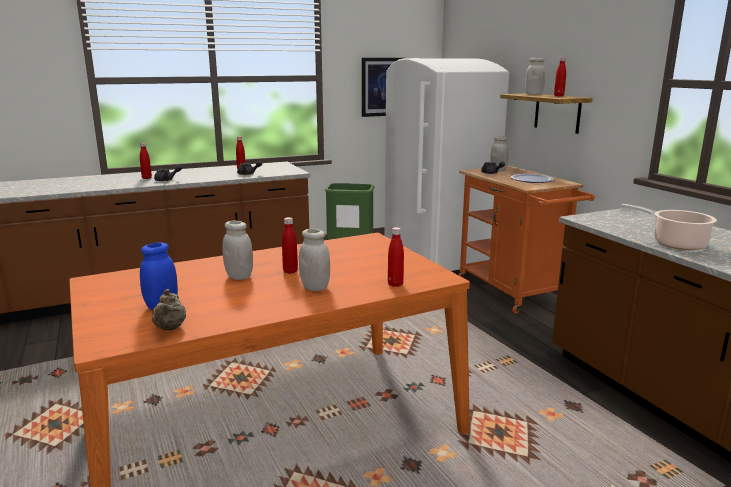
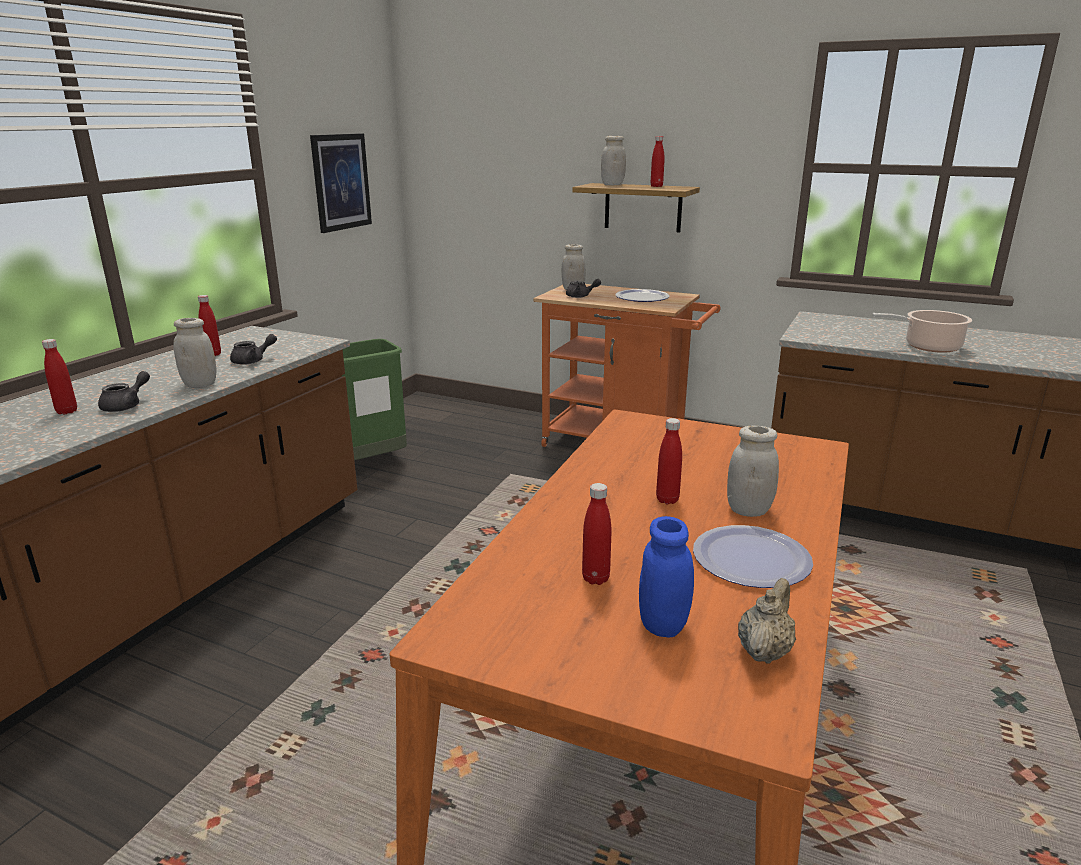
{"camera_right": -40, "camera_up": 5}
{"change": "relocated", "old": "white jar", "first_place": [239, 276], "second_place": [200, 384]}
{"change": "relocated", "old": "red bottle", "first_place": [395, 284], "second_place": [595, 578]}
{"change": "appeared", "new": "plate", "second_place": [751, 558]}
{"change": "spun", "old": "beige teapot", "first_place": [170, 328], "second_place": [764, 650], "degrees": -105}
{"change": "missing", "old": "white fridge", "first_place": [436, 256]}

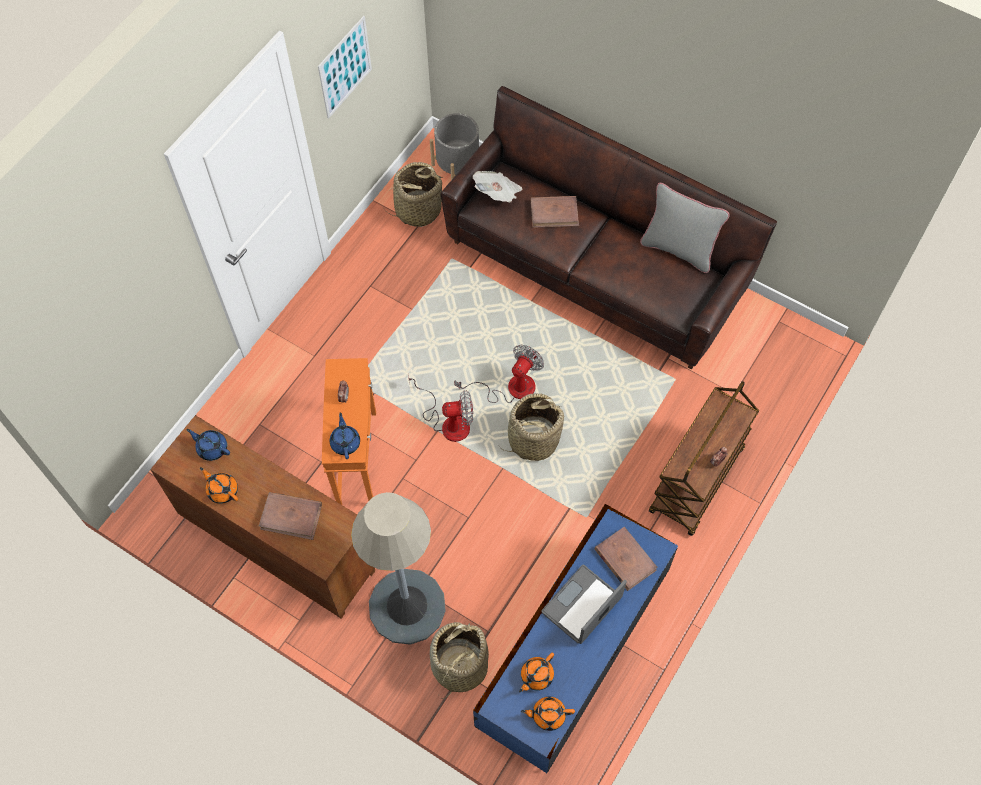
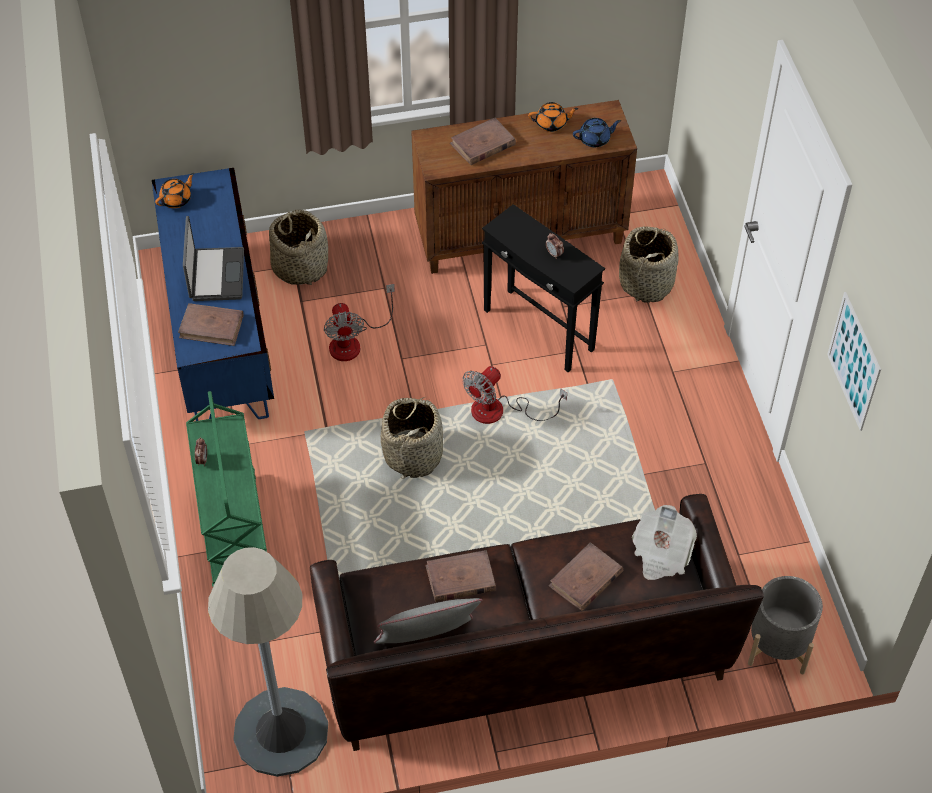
{"camera_right": 135, "camera_up": -10}
{"change": "colour", "old": "brown cart", "new": "green cart", "first_place": [697, 481], "second_place": [234, 533]}
{"change": "relocated", "old": "grey floor lamp", "first_place": [407, 606], "second_place": [281, 732]}
{"change": "relocated", "old": "fan", "first_place": [510, 388], "second_place": [353, 341]}
{"change": "appeared", "new": "brown book", "second_place": [460, 579]}
{"change": "colour", "old": "orange side table", "new": "black side table", "first_place": [358, 458], "second_place": [538, 330]}
{"change": "relocated", "old": "basket", "first_place": [418, 209], "second_place": [646, 283]}
{"change": "missing", "old": "blue teapot", "first_place": [345, 442]}
{"change": "missing", "old": "orange teapot", "first_place": [536, 676]}

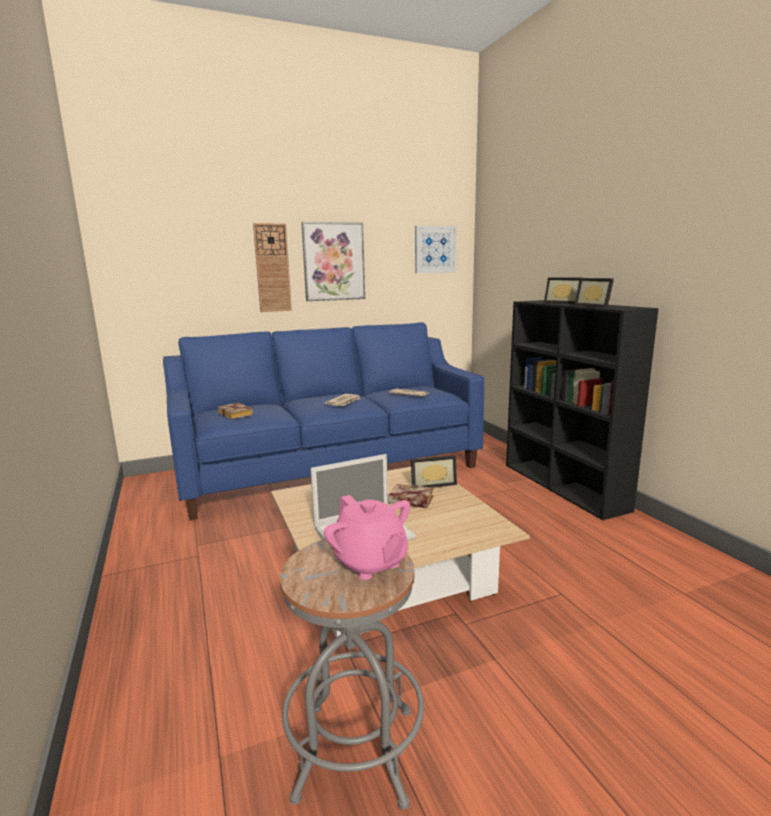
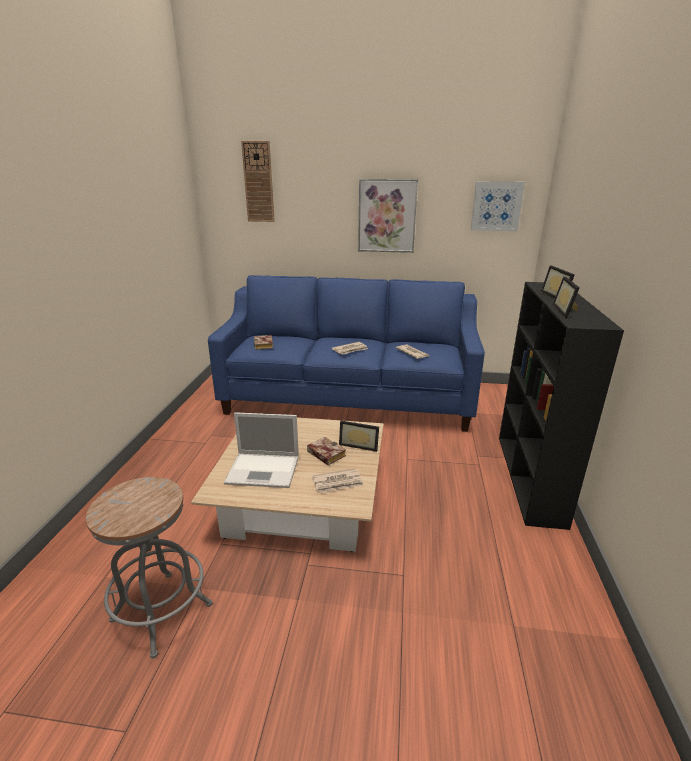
{"camera_right": 30, "camera_up": 10}
{"change": "relocated", "old": "wall clock", "first_place": [272, 268], "second_place": [258, 182]}
{"change": "appeared", "new": "newspaper", "second_place": [338, 483]}
{"change": "missing", "old": "pink teapot", "first_place": [370, 563]}

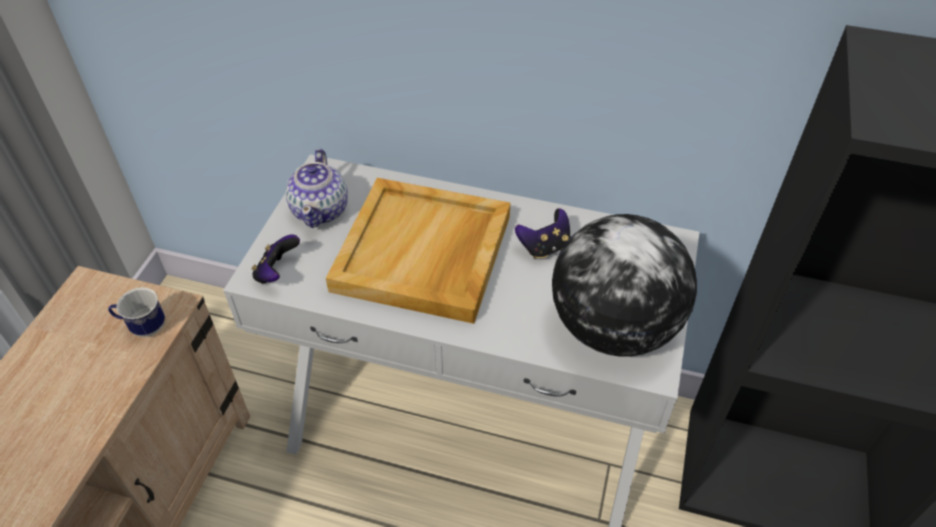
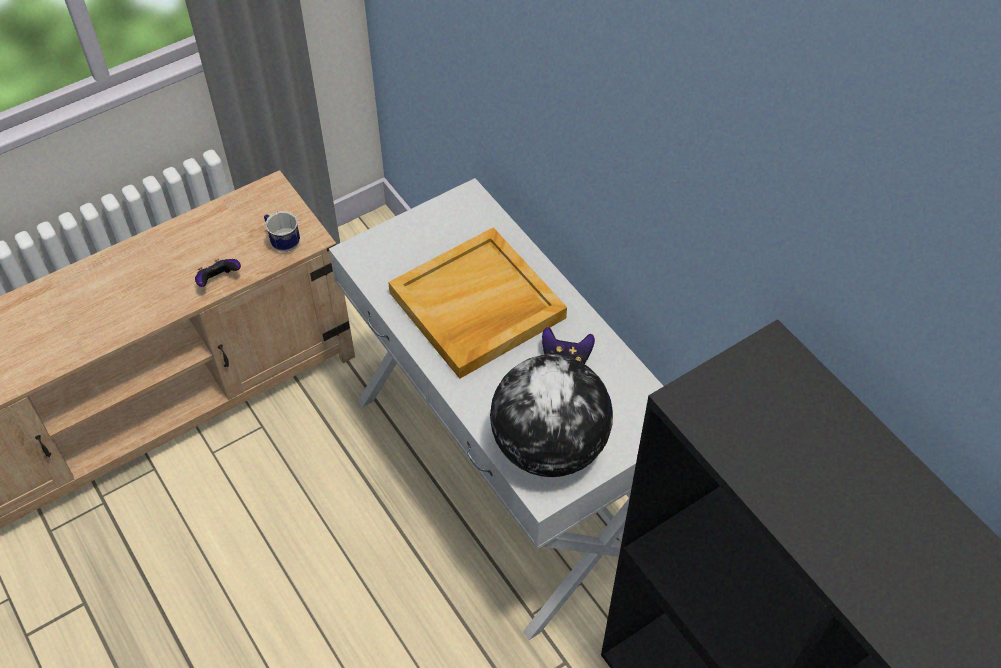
{"camera_right": 40, "camera_up": 5}
{"change": "relocated", "old": "game controller", "first_place": [277, 272], "second_place": [218, 281]}
{"change": "missing", "old": "teapot", "first_place": [321, 209]}

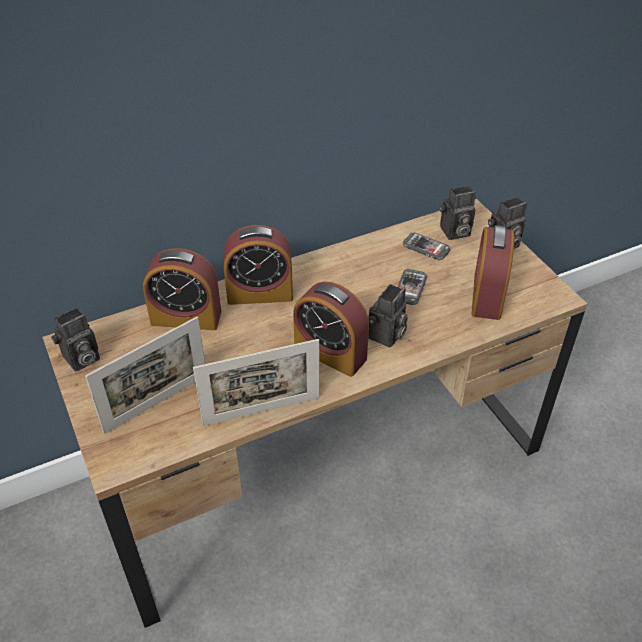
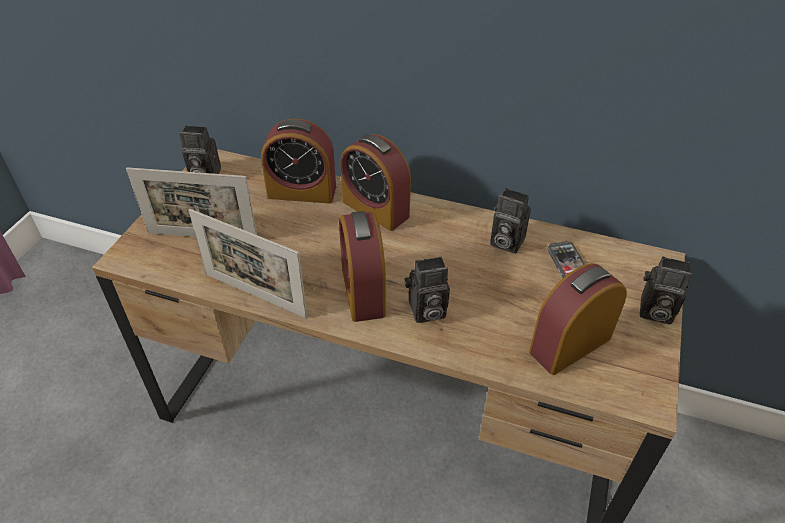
{"camera_right": 45, "camera_up": 0}
{"change": "spun", "old": "alarm clock", "first_place": [186, 317], "second_place": [302, 192], "degrees": -45}
{"change": "relocated", "old": "photo camera", "first_place": [454, 232], "second_place": [504, 242]}
{"change": "missing", "old": "phone", "first_place": [410, 288]}

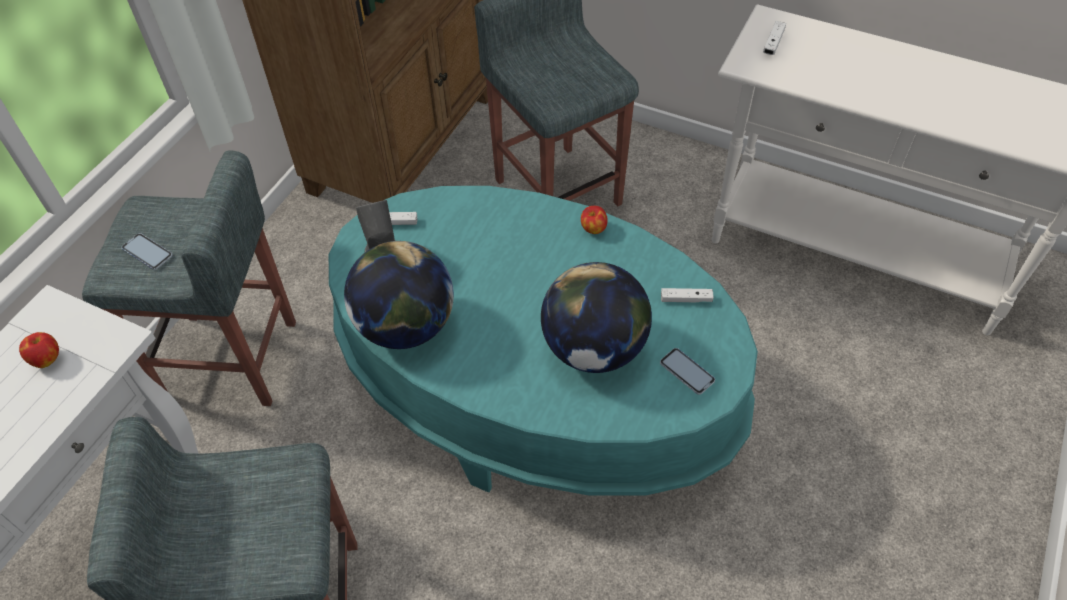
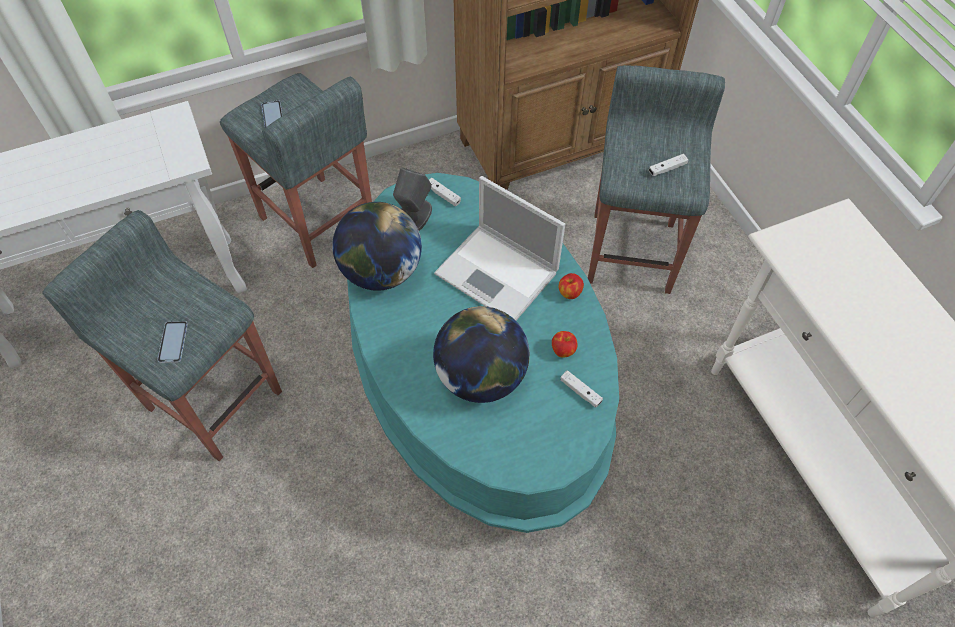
{"camera_right": 40, "camera_up": 5}
{"change": "relocated", "old": "phone", "first_place": [687, 372], "second_place": [173, 342]}
{"change": "appeared", "new": "laptop", "second_place": [498, 274]}
{"change": "relocated", "old": "apple", "first_place": [47, 359], "second_place": [563, 350]}
{"change": "relocated", "old": "white game controller", "first_place": [773, 43], "second_place": [667, 169]}

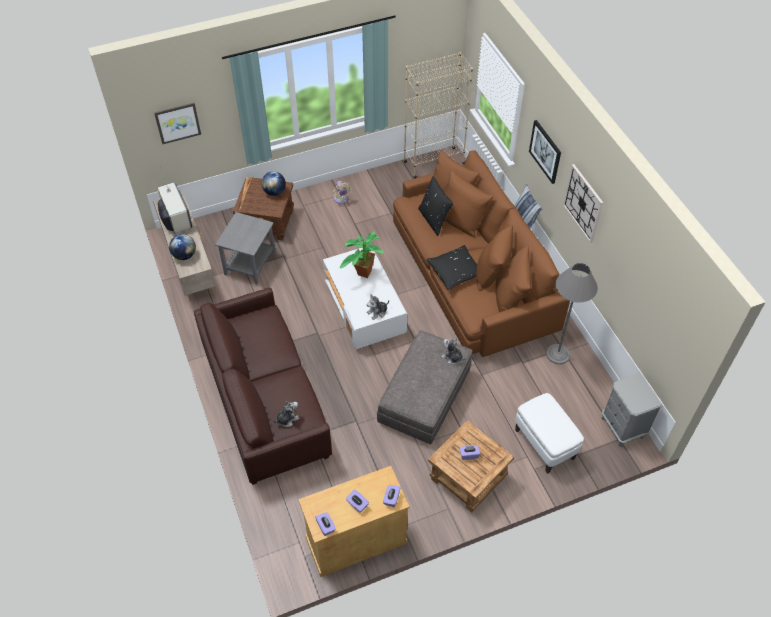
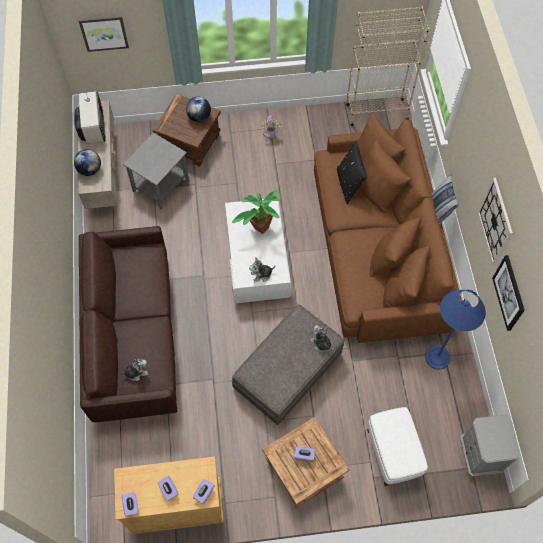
{"camera_right": 15, "camera_up": 10}
{"change": "colour", "old": "grey floor lamp", "new": "blue floor lamp", "first_place": [558, 354], "second_place": [437, 357]}
{"change": "relocated", "old": "picture", "first_place": [545, 151], "second_place": [509, 293]}
{"change": "missing", "old": "black pillow", "first_place": [455, 272]}

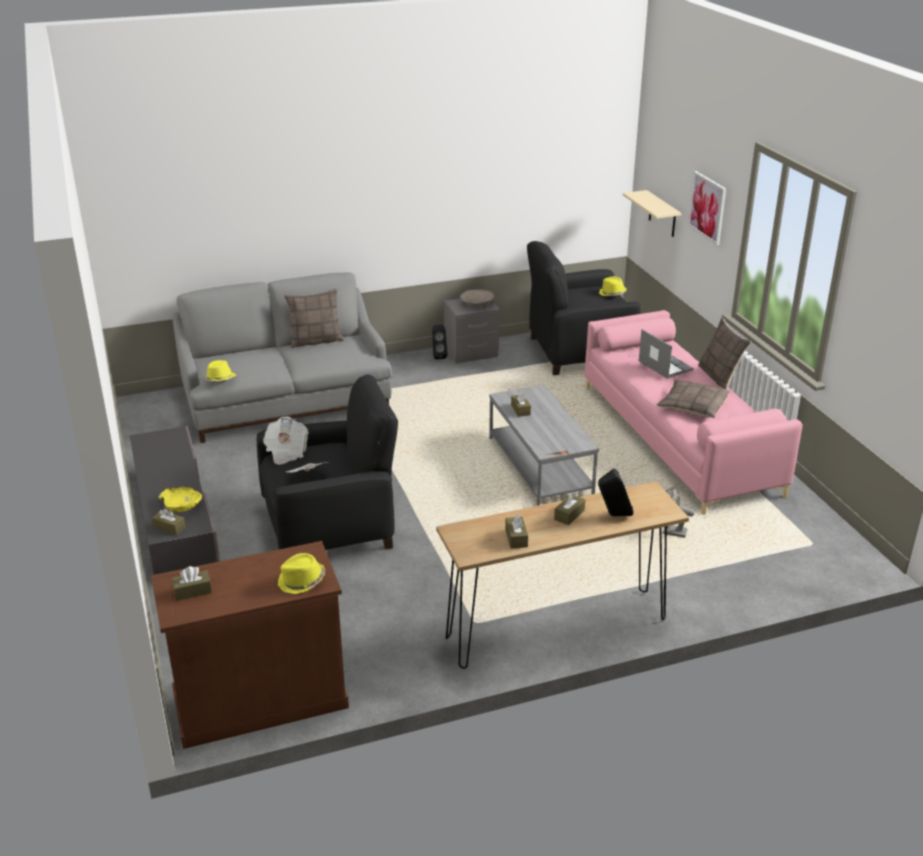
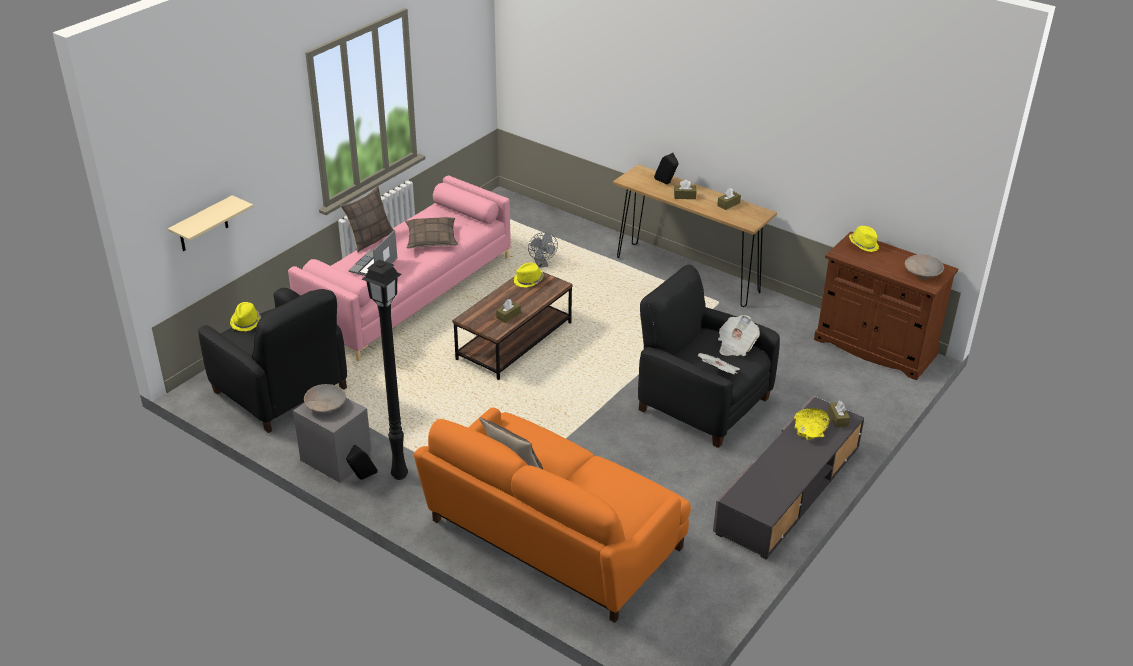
{"camera_right": -125, "camera_up": 5}
{"change": "appeared", "new": "black floor lamp", "second_place": [401, 475]}
{"change": "colour", "old": "grey sofa", "new": "orange sofa", "first_place": [286, 400], "second_place": [552, 537]}
{"change": "colour", "old": "grey coffee table", "new": "brown coffee table", "first_place": [540, 466], "second_place": [514, 341]}
{"change": "relocated", "old": "yellow hat", "first_place": [220, 379], "second_place": [528, 280]}
{"change": "exchanged", "old": "brown tissue box", "new": "beige bowl", "first_place": [192, 591], "second_place": [923, 273]}
{"change": "missing", "old": "picture", "first_place": [707, 207]}

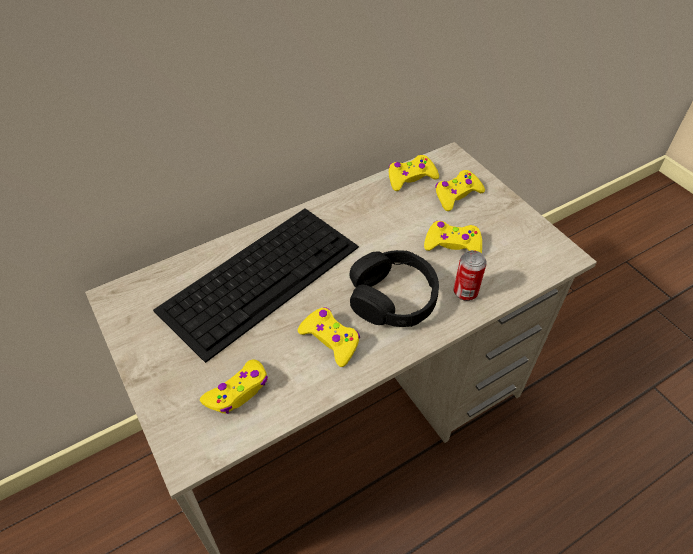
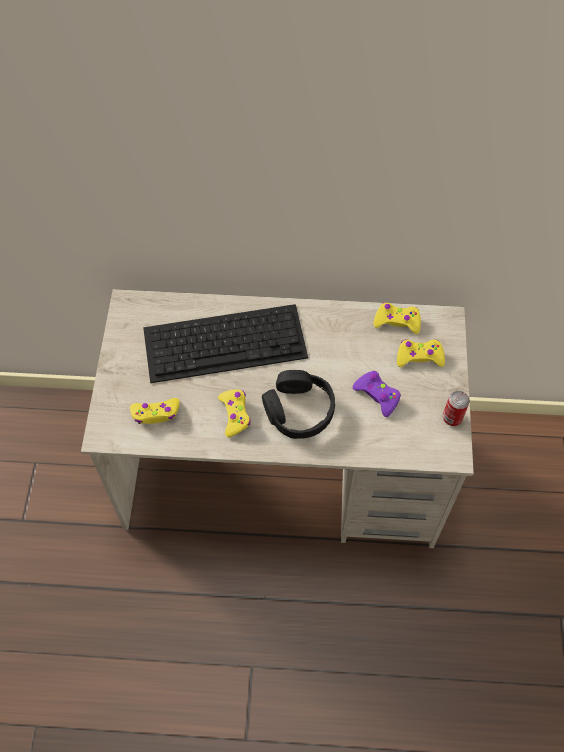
{"camera_right": 35, "camera_up": 10}
{"change": "colour", "old": "yellow game controller", "new": "purple game controller", "first_place": [452, 244], "second_place": [377, 395]}
{"change": "relocated", "old": "can", "first_place": [465, 292], "second_place": [452, 418]}

